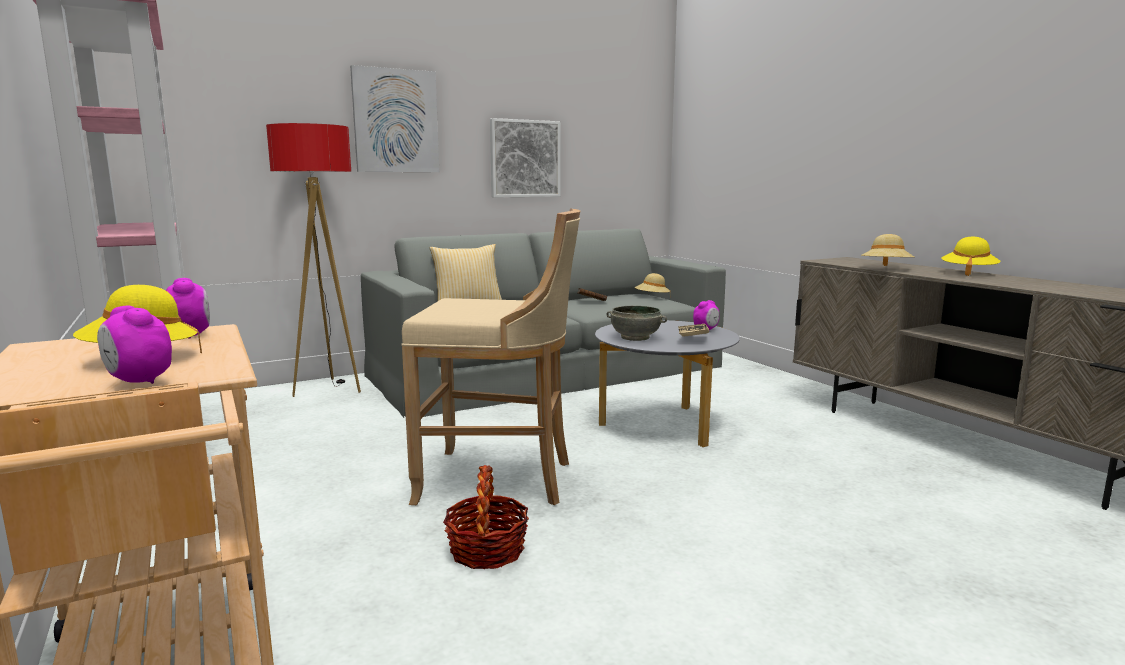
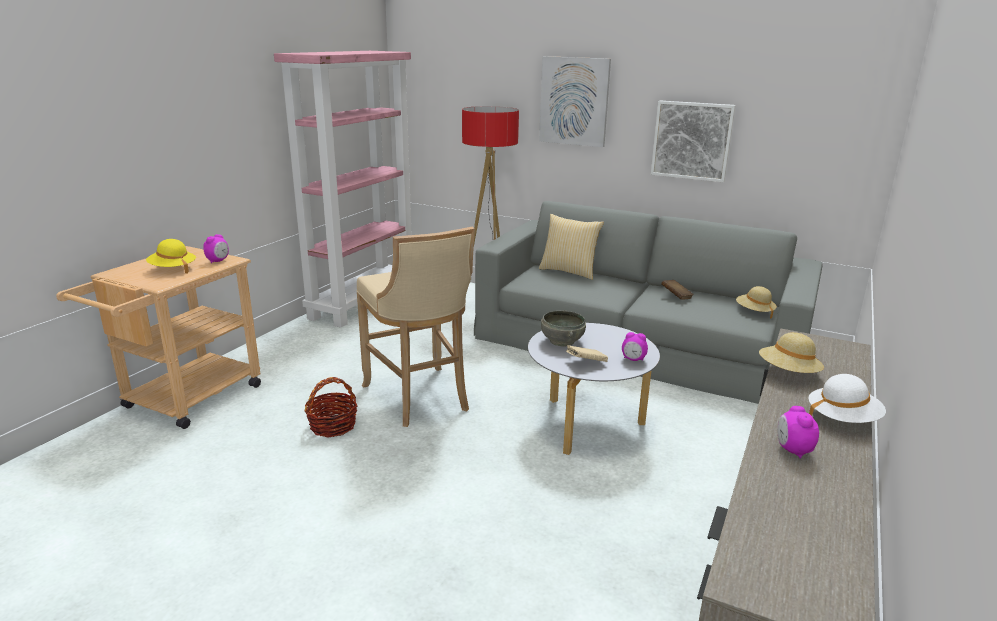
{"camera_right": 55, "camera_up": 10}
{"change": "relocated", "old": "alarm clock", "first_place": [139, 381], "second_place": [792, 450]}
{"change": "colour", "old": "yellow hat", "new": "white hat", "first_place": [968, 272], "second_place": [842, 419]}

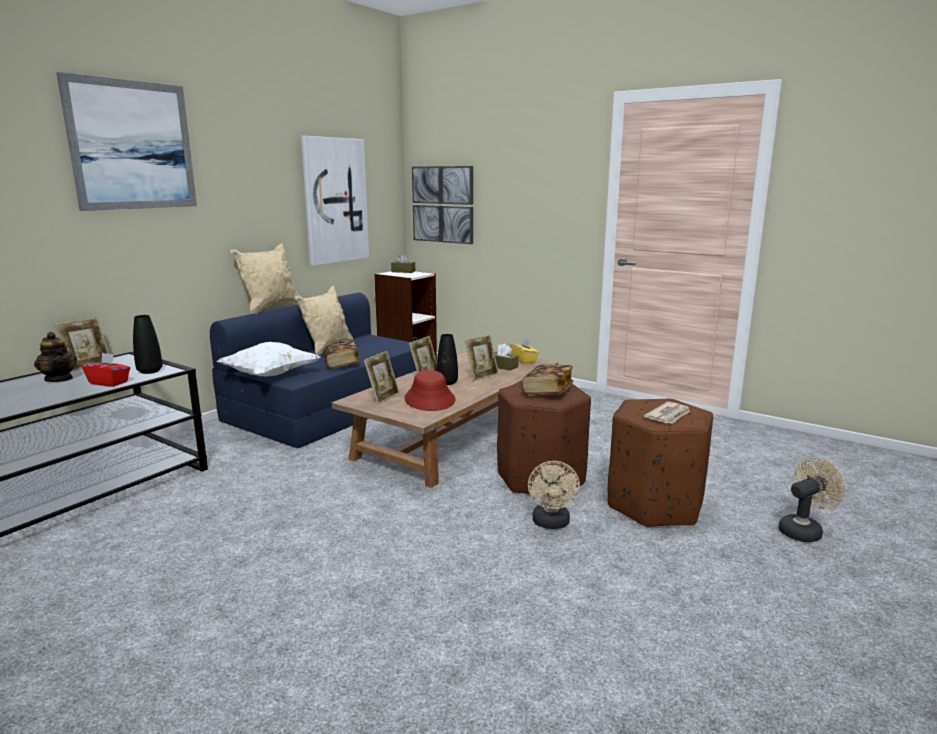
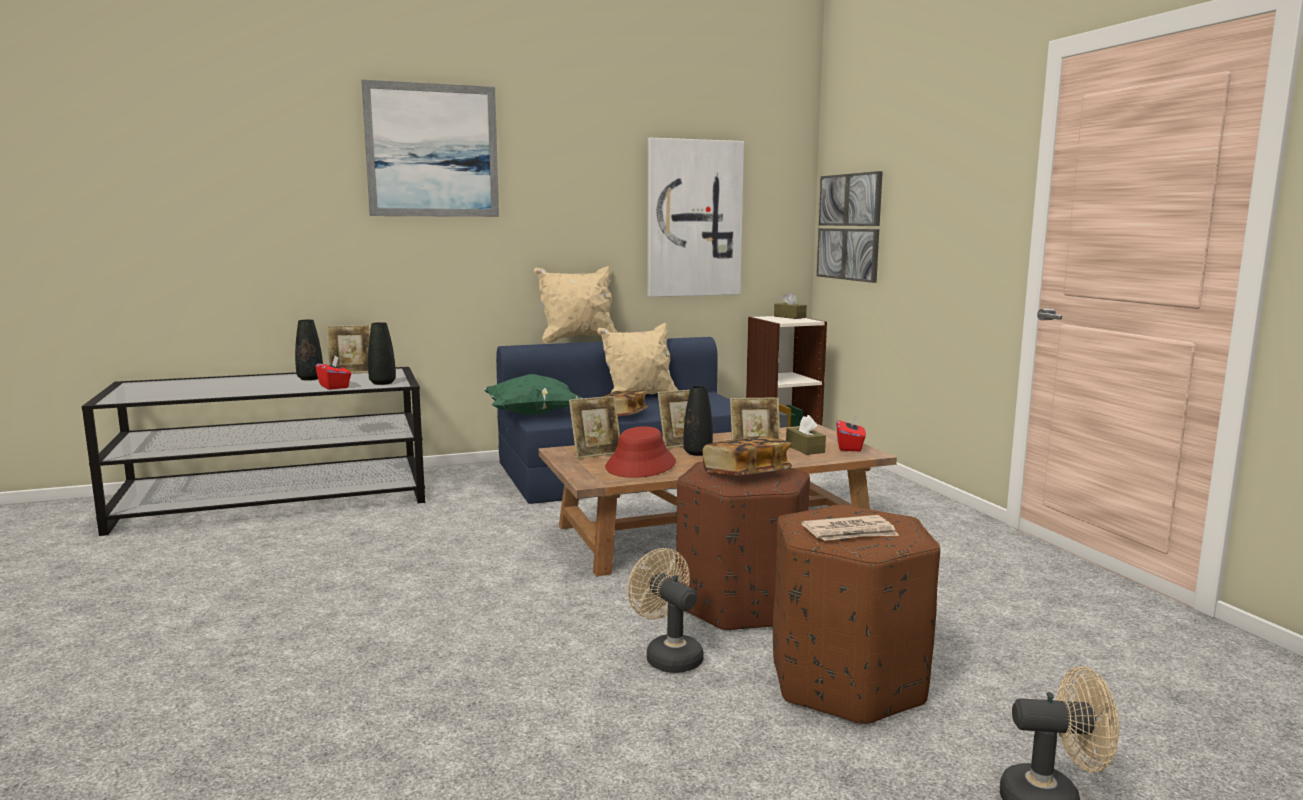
{"camera_right": 35, "camera_up": -5}
{"change": "exchanged", "old": "teapot", "new": "black vase", "first_place": [59, 379], "second_place": [310, 378]}
{"change": "colour", "old": "white pillow", "new": "green pillow", "first_place": [270, 375], "second_place": [532, 415]}
{"change": "spun", "old": "beige fan", "first_place": [551, 524], "second_place": [668, 656], "degrees": 105}
{"change": "colour", "old": "yellow tissue box", "new": "red tissue box", "first_place": [524, 360], "second_place": [850, 447]}

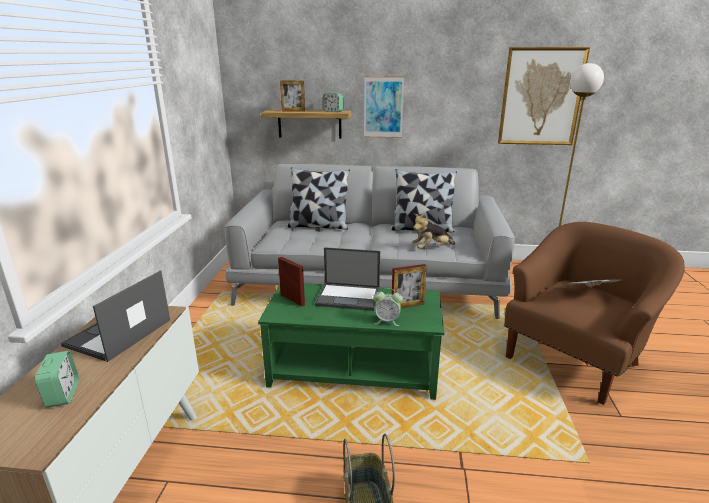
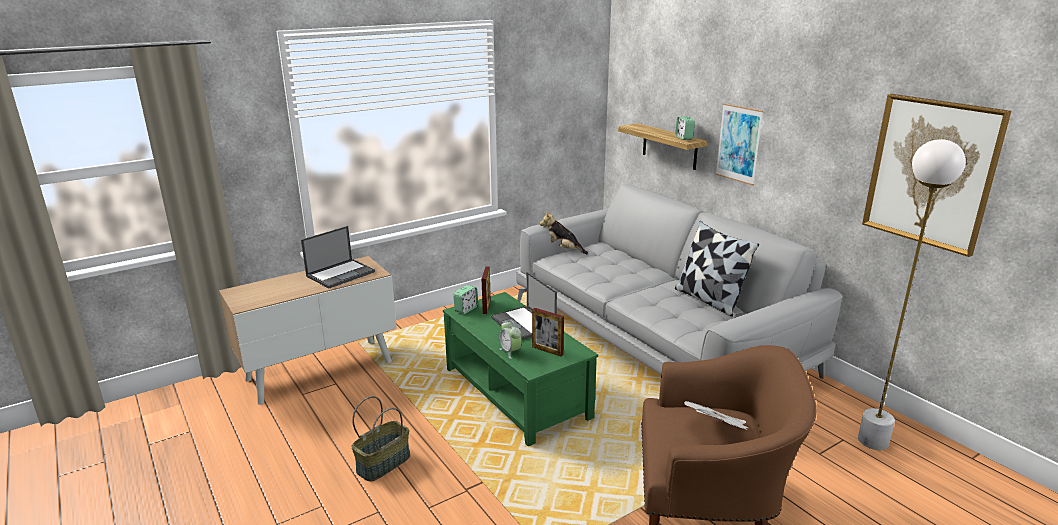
{"camera_right": 50, "camera_up": 0}
{"change": "spun", "old": "laptop", "first_place": [118, 333], "second_place": [341, 274], "degrees": 150}
{"change": "relocated", "old": "alarm clock", "first_place": [63, 394], "second_place": [466, 309]}
{"change": "relocated", "old": "plush toy", "first_place": [431, 248], "second_place": [562, 250]}
{"change": "missing", "old": "picture frame", "first_place": [293, 111]}
{"change": "missing", "old": "pillow", "first_place": [318, 226]}

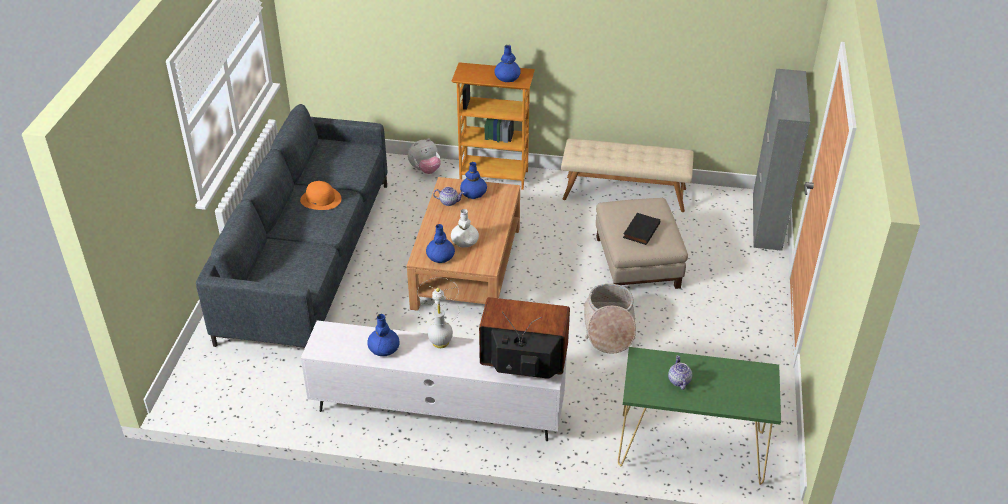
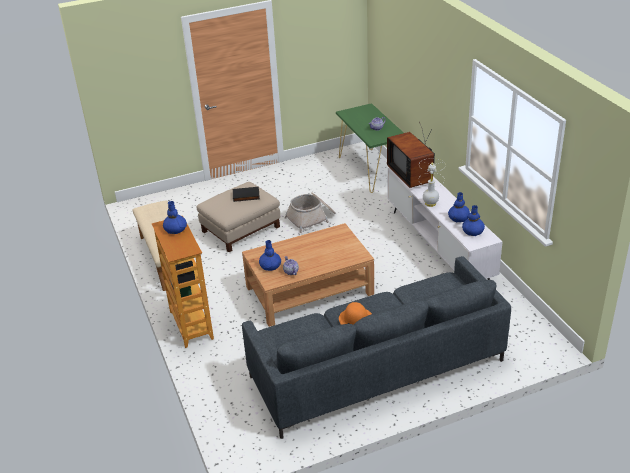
{"camera_right": -120, "camera_up": -5}
{"change": "relocated", "old": "blue vase", "first_place": [440, 256], "second_place": [473, 231]}
{"change": "missing", "old": "plush toy", "first_place": [425, 170]}
{"change": "missing", "old": "white vase", "first_place": [464, 241]}
{"change": "missing", "old": "grey cabinet", "first_place": [766, 221]}

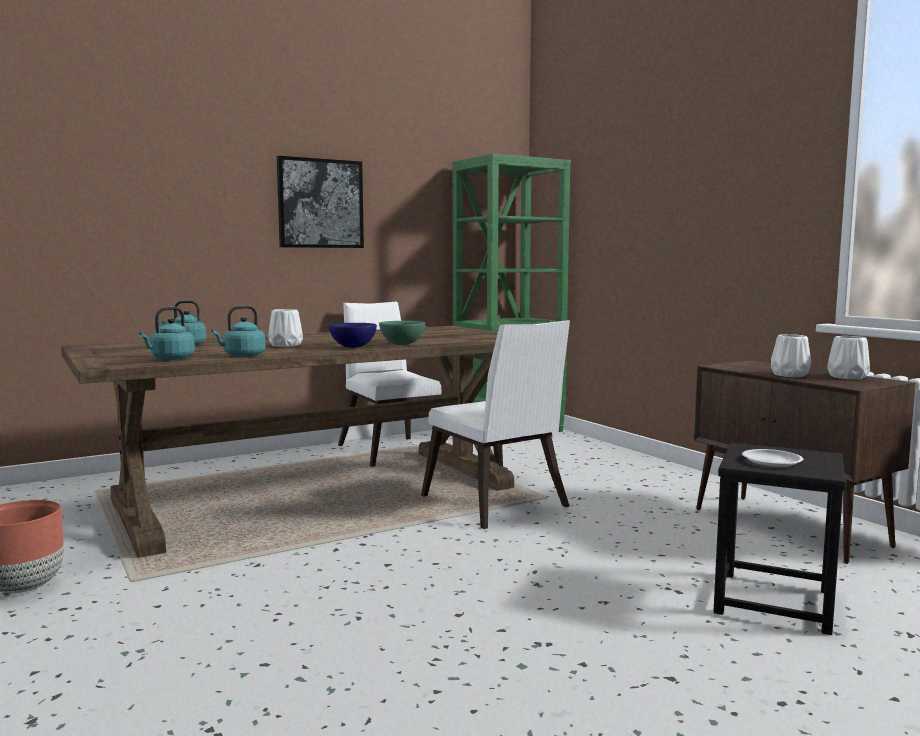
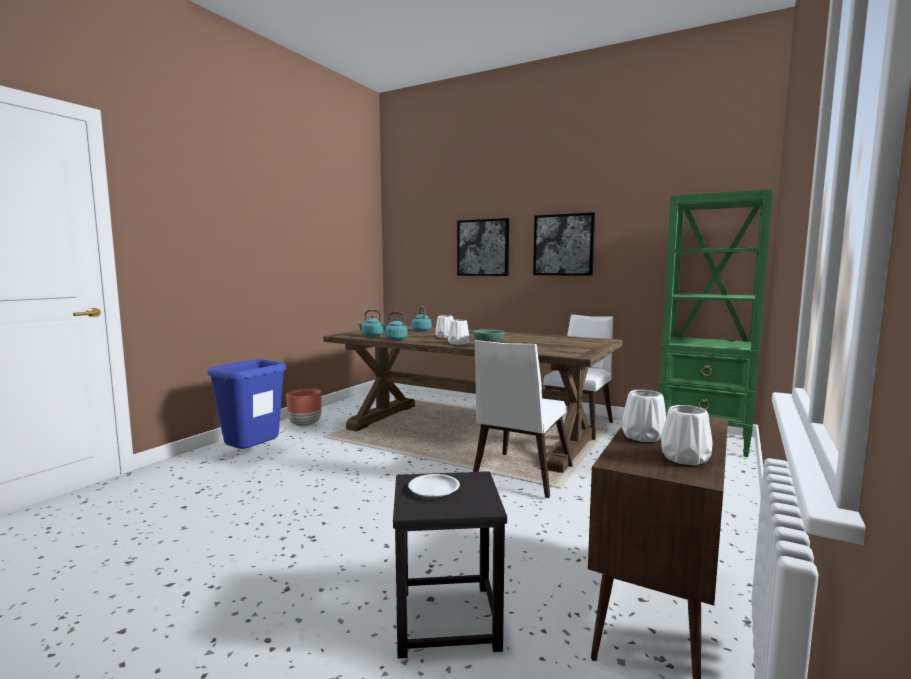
{"camera_right": 60, "camera_up": 0}
{"change": "appeared", "new": "blue trash can", "second_place": [253, 456]}
{"change": "exchanged", "old": "blue bowl", "new": "white vase", "first_place": [352, 347], "second_place": [458, 343]}
{"change": "appeared", "new": "picture", "second_place": [483, 247]}

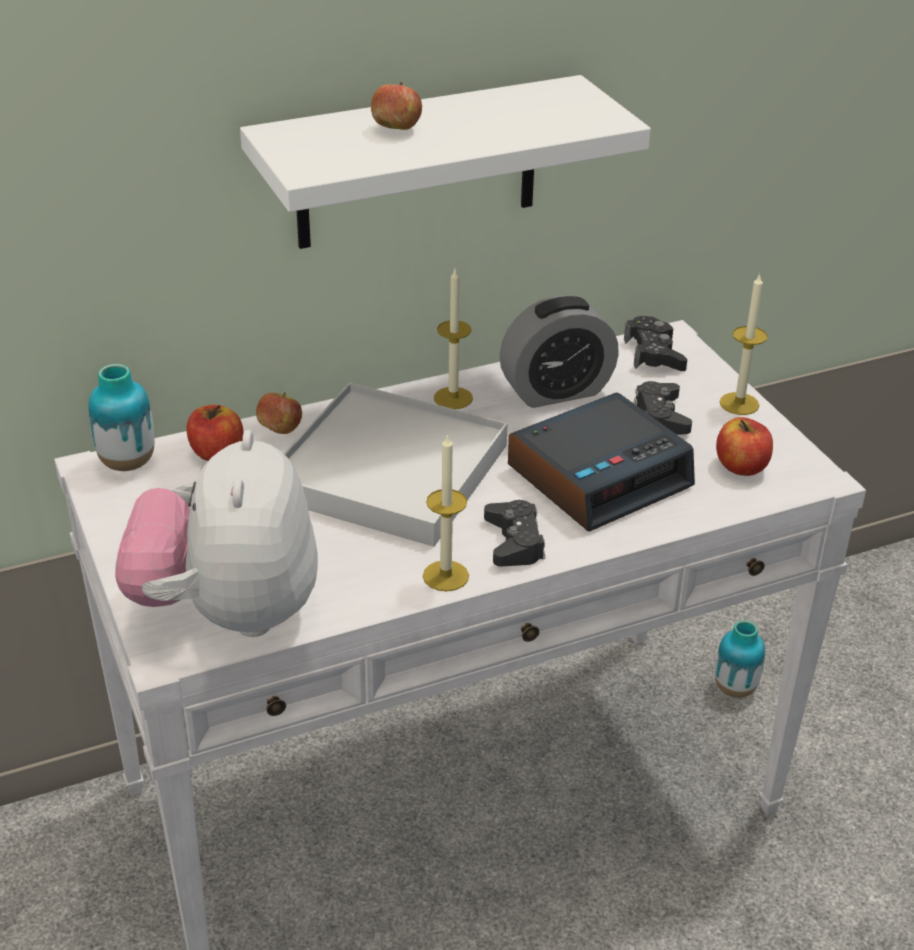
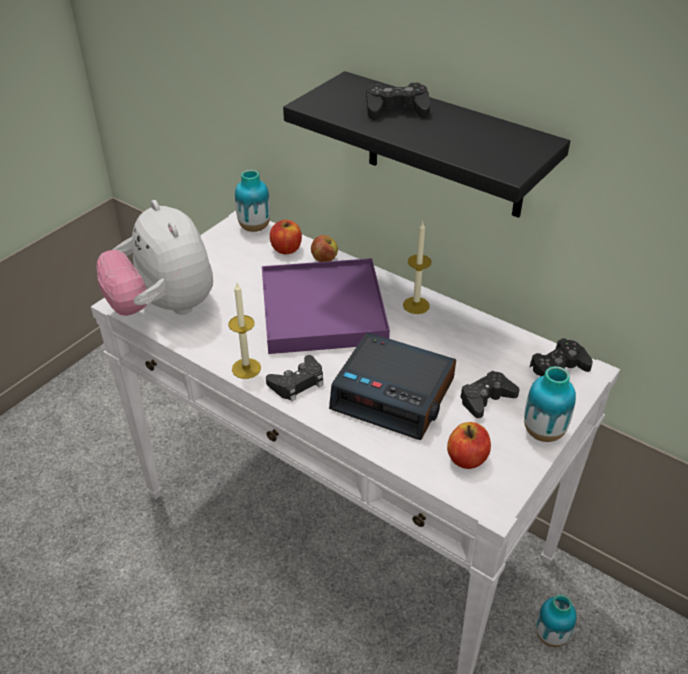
{"camera_right": 60, "camera_up": 5}
{"change": "spun", "old": "plush toy", "first_place": [229, 612], "second_place": [164, 307], "degrees": -90}
{"change": "colour", "old": "white tray", "new": "purple tray", "first_place": [388, 471], "second_place": [322, 310]}
{"change": "colour", "old": "white shelf", "new": "black shelf", "first_place": [417, 163], "second_place": [445, 147]}
{"change": "exchanged", "old": "apple", "new": "black game controller", "first_place": [396, 129], "second_place": [396, 109]}
{"change": "exchanged", "old": "candle", "new": "vase", "first_place": [739, 403], "second_place": [543, 432]}
{"change": "missing", "old": "alarm clock", "first_place": [556, 391]}

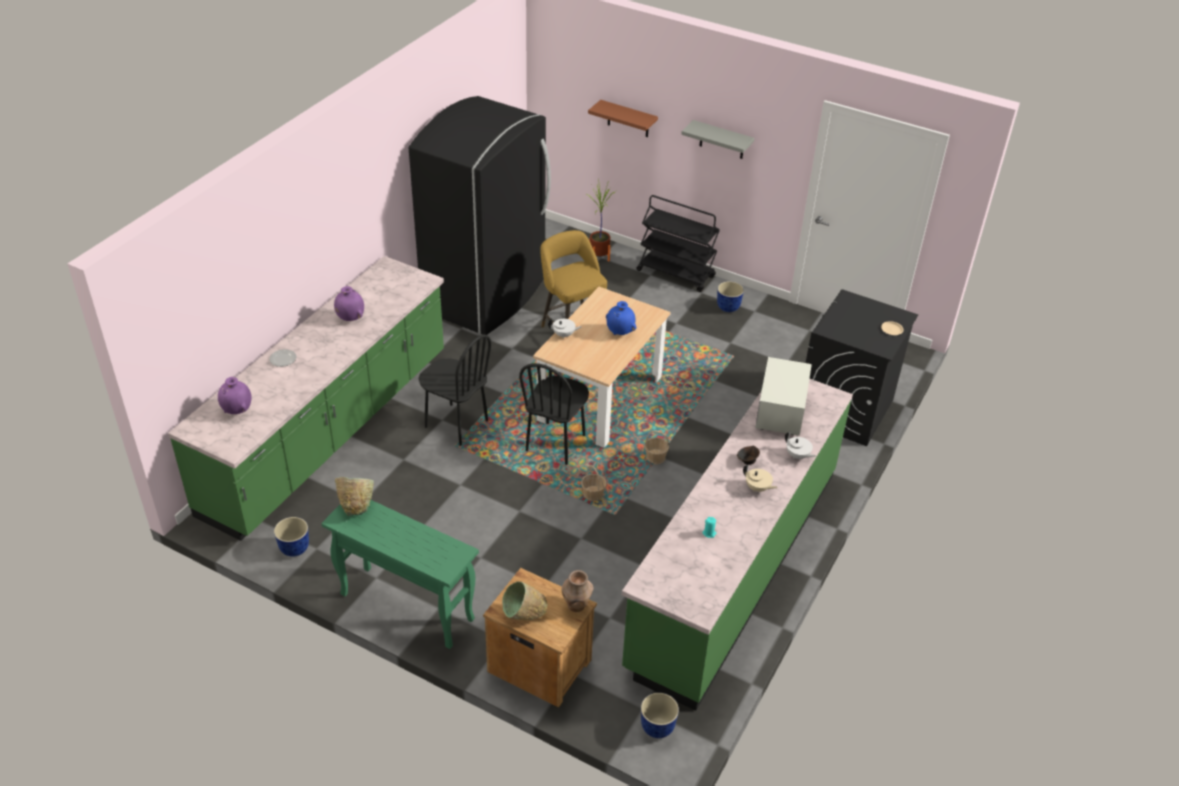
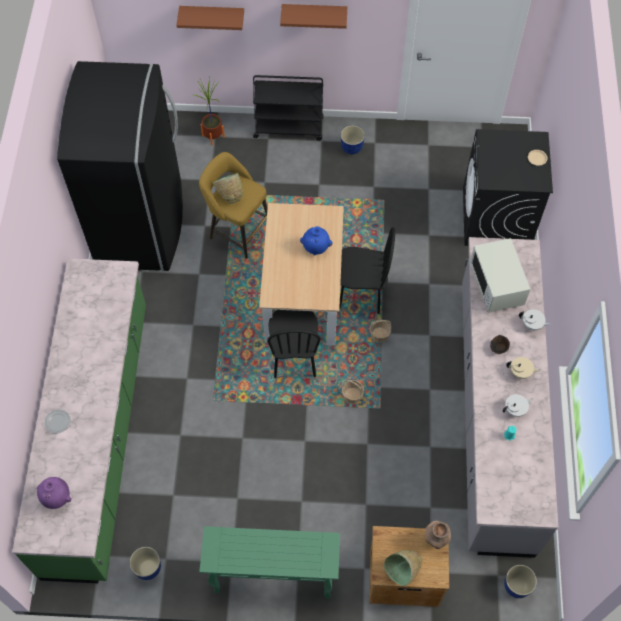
{"camera_right": -25, "camera_up": 20}
{"change": "relocated", "old": "green bowl", "first_place": [356, 505], "second_place": [230, 195]}
{"change": "colour", "old": "grey shelf", "new": "brown shelf", "first_place": [722, 140], "second_place": [314, 14]}
{"change": "relocated", "old": "black chair", "first_place": [456, 424], "second_place": [360, 295]}
{"change": "colour", "old": "green counter", "new": "grey counter", "first_place": [733, 566], "second_place": [493, 413]}
{"change": "relocated", "old": "white teapot", "first_place": [564, 335], "second_place": [515, 409]}
{"change": "missing", "old": "purple vase", "first_place": [350, 318]}

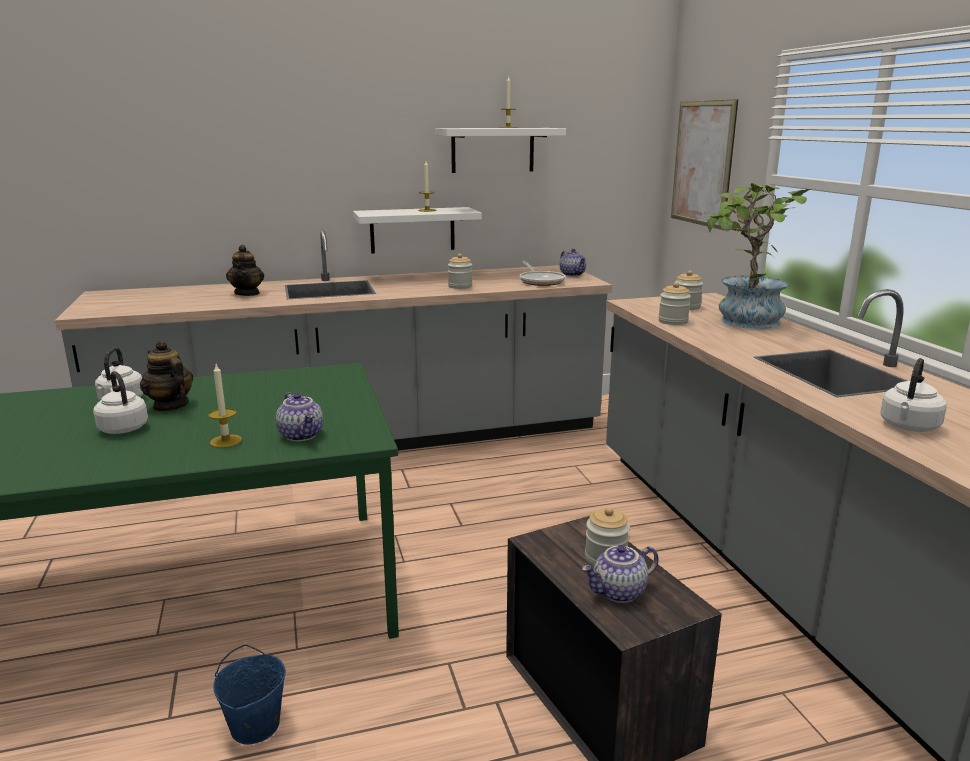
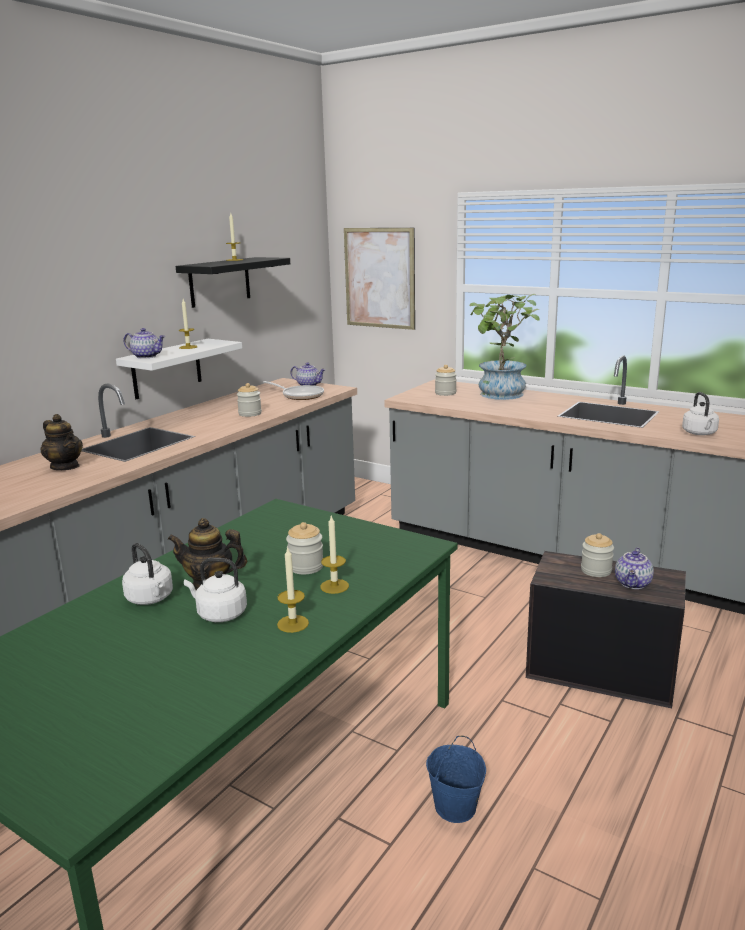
{"camera_right": -40, "camera_up": 0}
{"change": "relocated", "old": "teapot", "first_place": [302, 435], "second_place": [147, 356]}
{"change": "colour", "old": "white shelf", "new": "black shelf", "first_place": [492, 150], "second_place": [219, 282]}
{"change": "appeared", "new": "candle", "second_place": [293, 624]}
{"change": "relocated", "old": "jar", "first_place": [673, 321], "second_place": [306, 567]}

